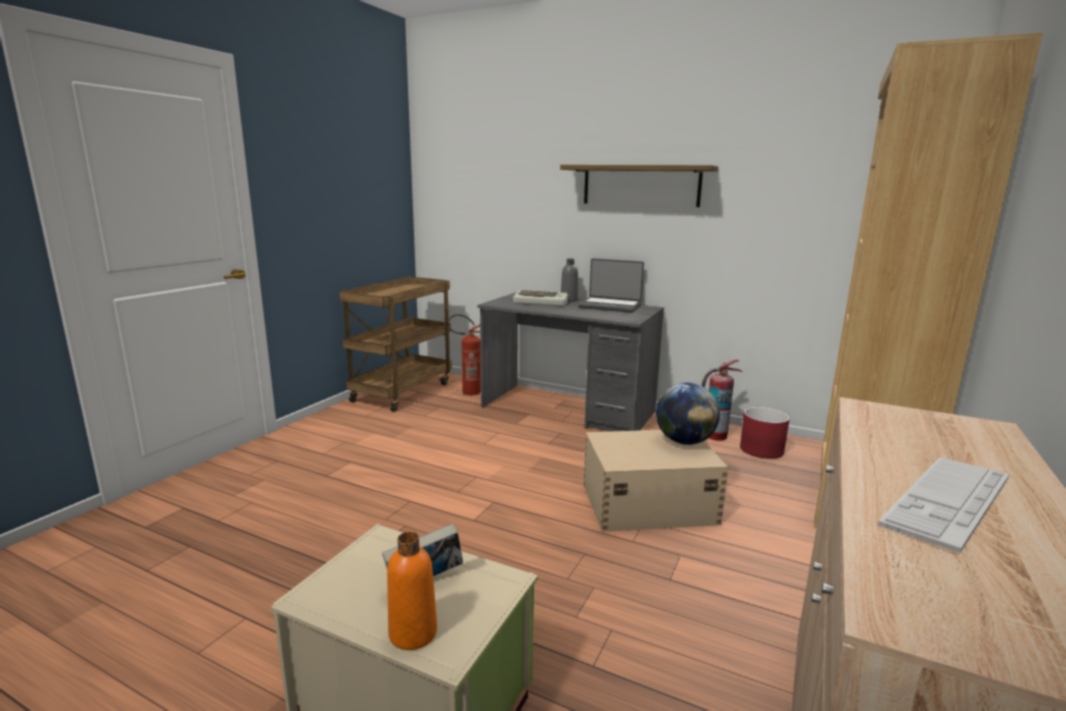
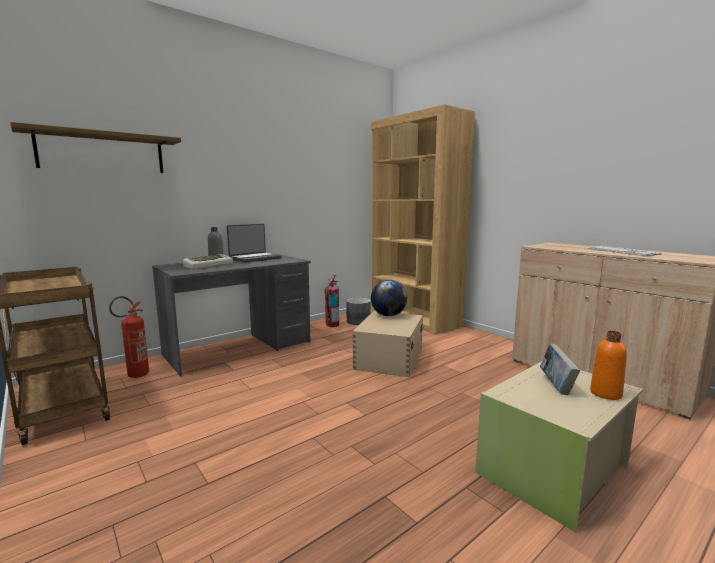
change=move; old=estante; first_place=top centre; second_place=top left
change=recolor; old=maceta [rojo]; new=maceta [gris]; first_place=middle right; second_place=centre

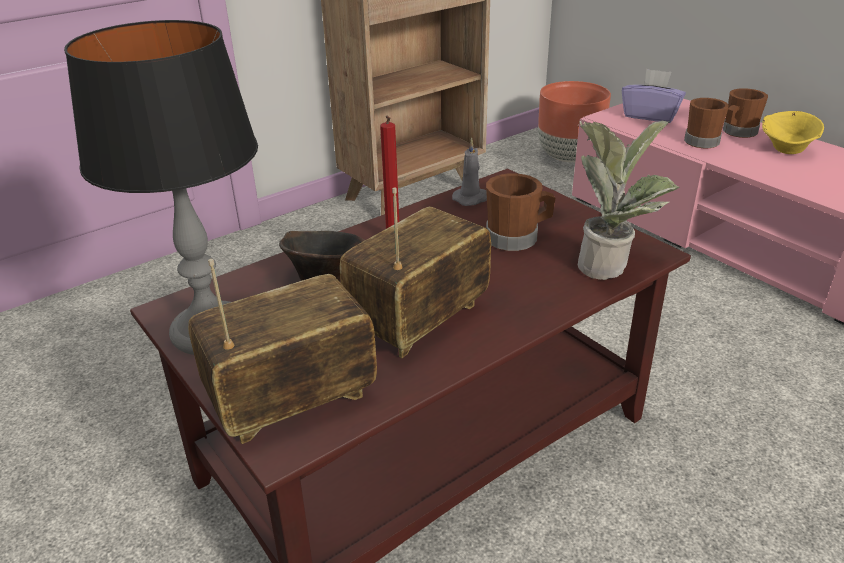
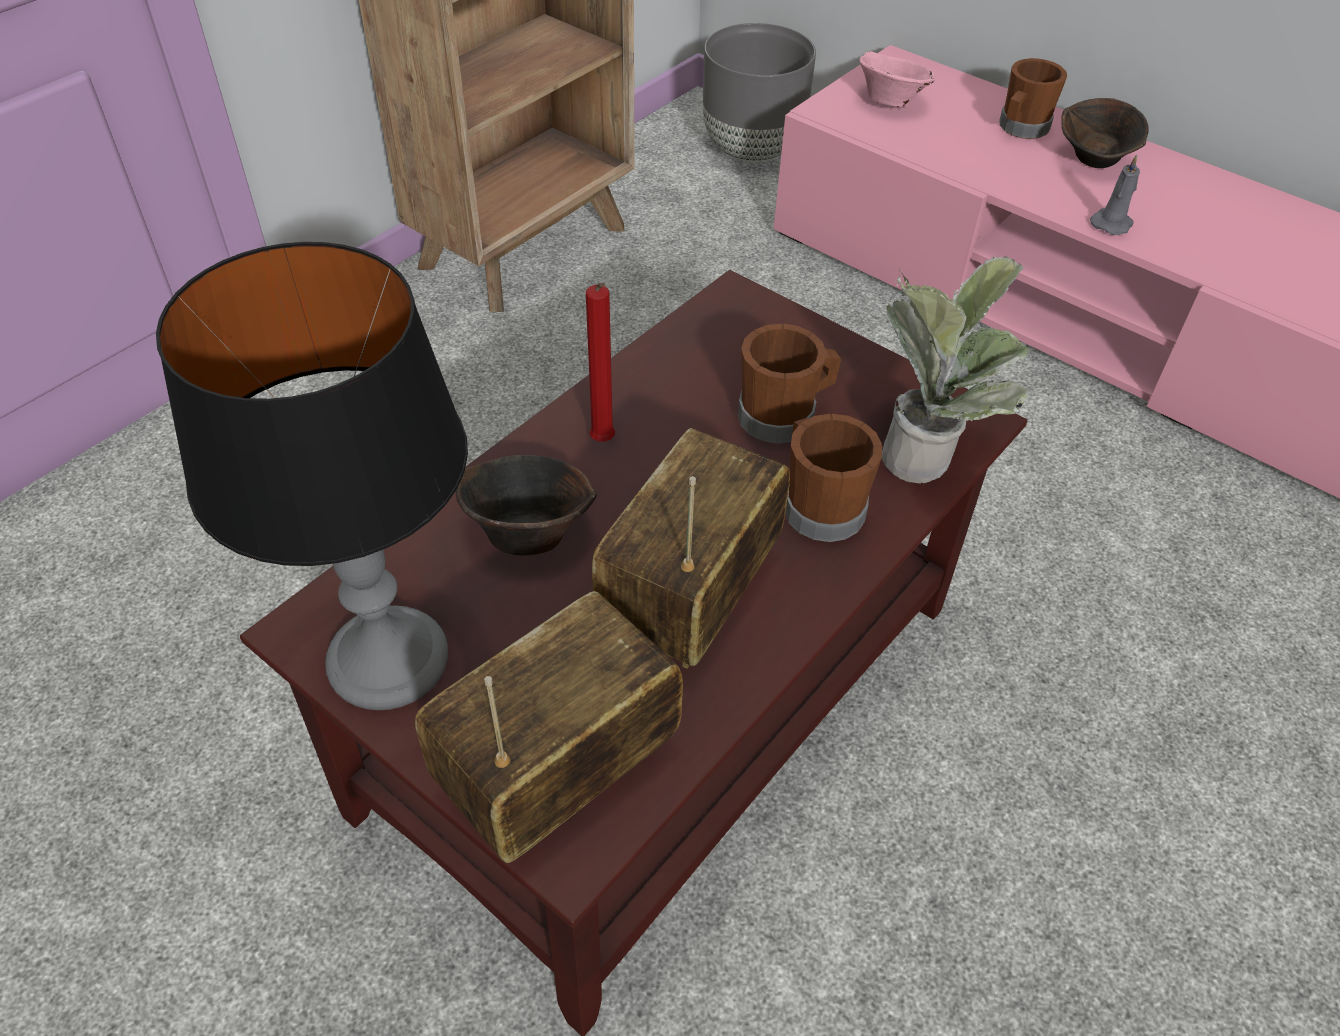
change=recolor; old=maceta [marrón]; new=maceta [gris]; first_place=top right; second_place=top centre
change=move; old=taza grande [marrón] (2nd from left); first_place=top right; second_place=centre
change=replace; old=caja de pañuelos [morado]; new=cuenco [rosa]; first_place=top right; second_place=top right
change=recolor; old=cuenco [amarillo]; new=cuenco [marrón] (2nd from left); first_place=top right; second_place=top right
change=move; old=vela [gris]; first_place=top centre; second_place=top right

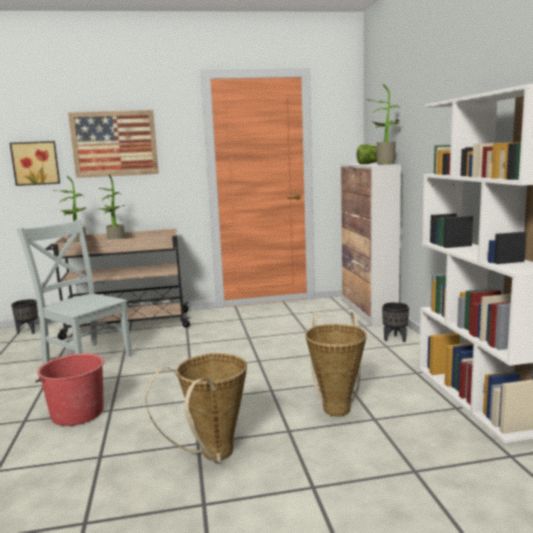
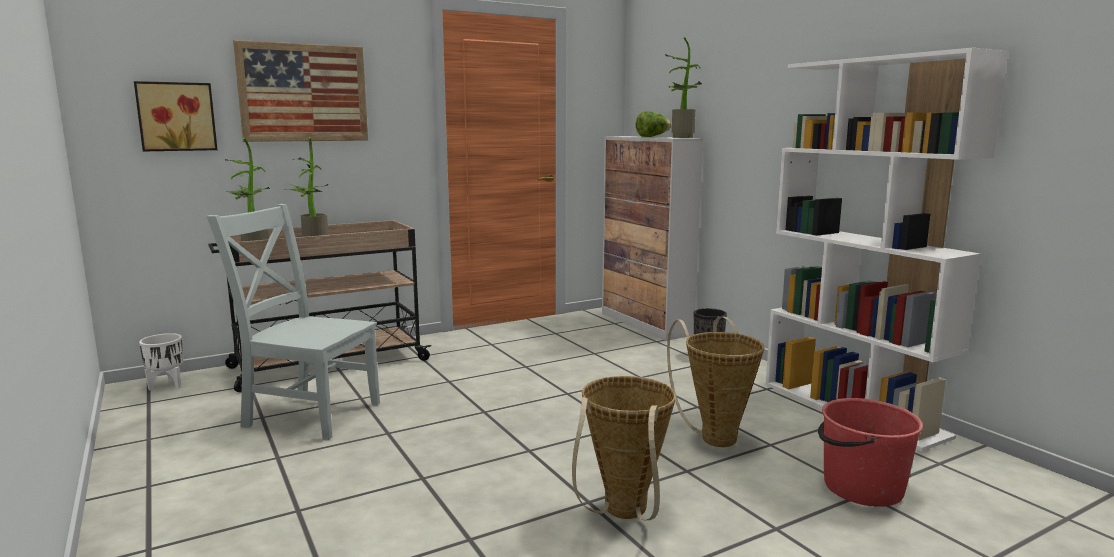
change=recolor; old=maceta [negro] (1st from left); new=maceta [blanco]; first_place=middle left; second_place=middle left
change=move; old=cubo [rojo]; first_place=bottom left; second_place=bottom right

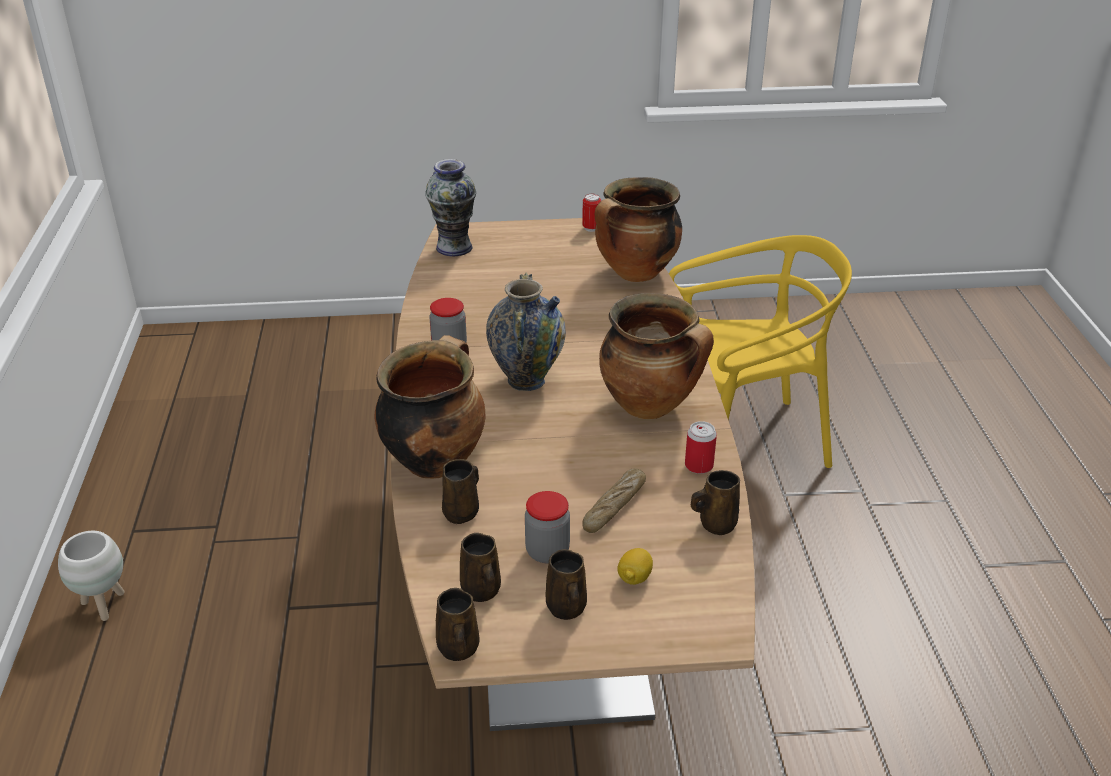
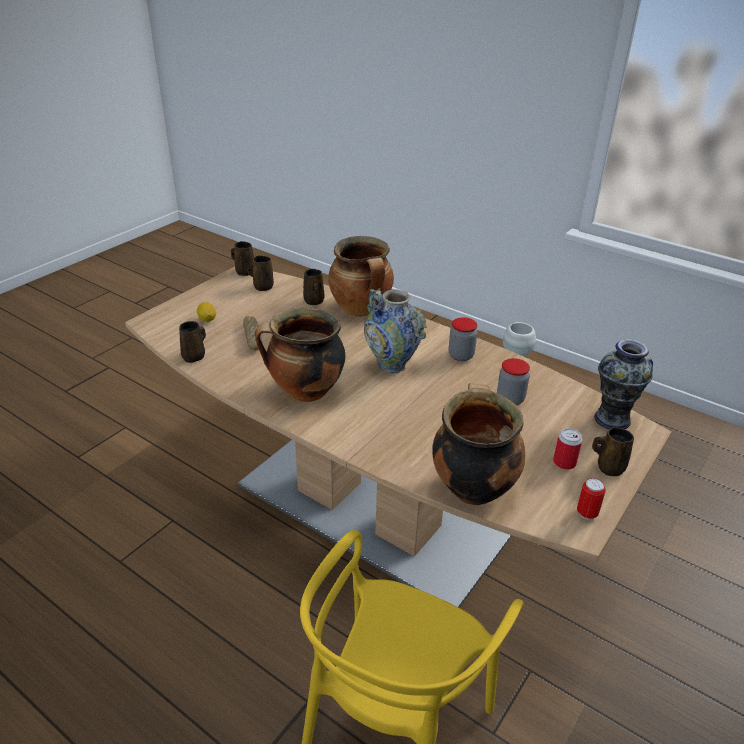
change=move; old=tarro (2nd from left); first_place=bottom centre; second_place=middle right
change=move; old=lata (2nd from left in the first image); new=lata (1st from left); first_place=centre; second_place=middle right
change=move; old=taza grande [marrón] (4th from left in the first image); new=taza grande [marrón] (5th from left); first_place=bottom centre; second_place=middle right

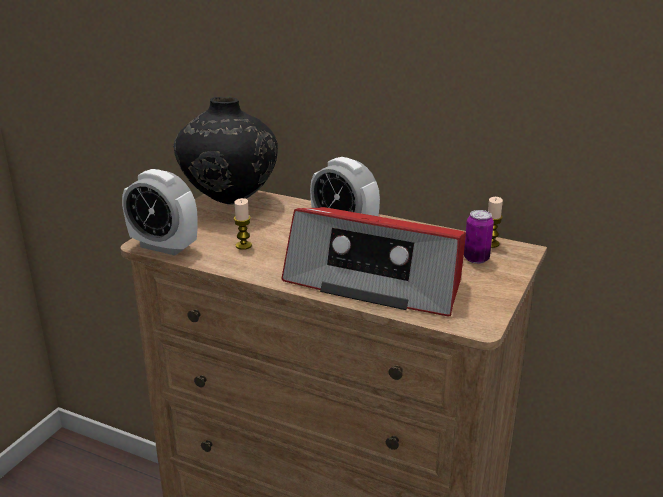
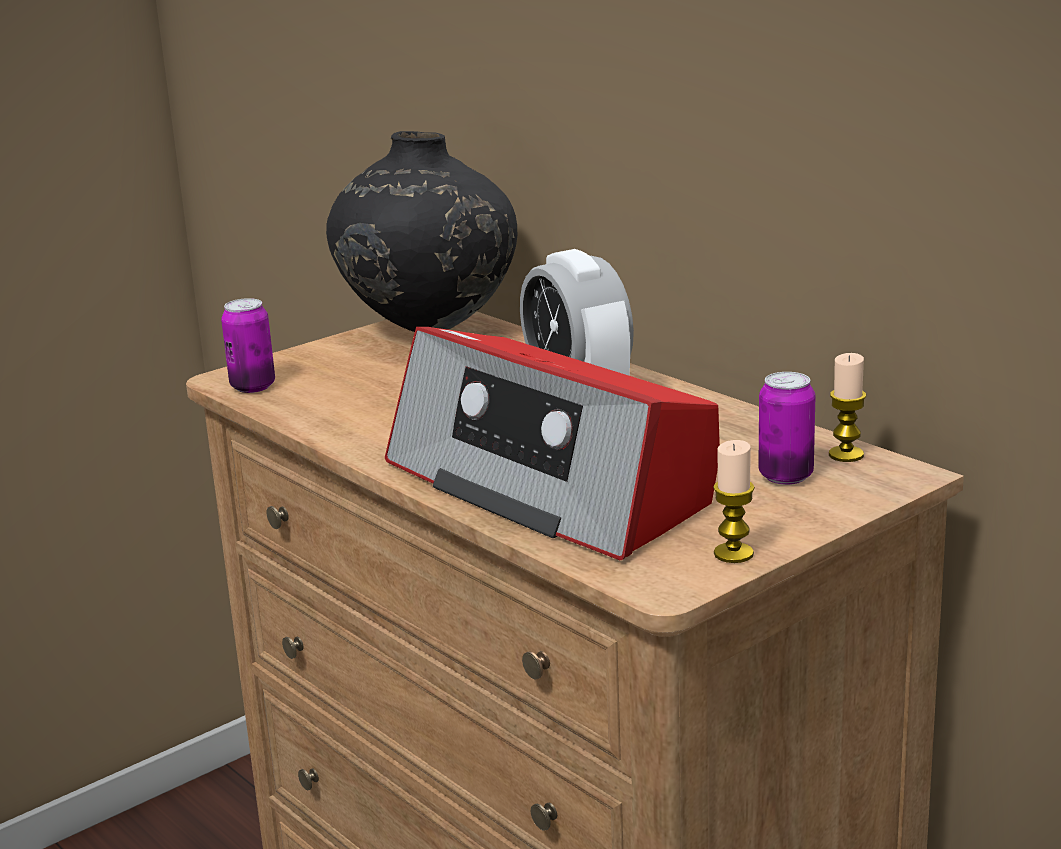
change=replace; old=despertador (1st from left); new=lata (1st from left); first_place=middle left; second_place=middle left
change=move; old=vela (1st from left); first_place=centre; second_place=middle right

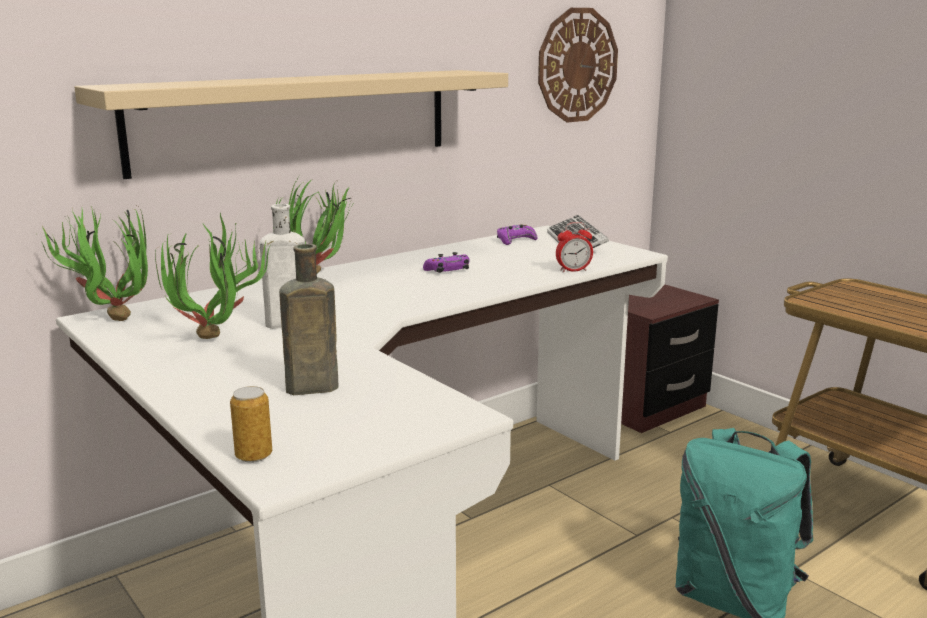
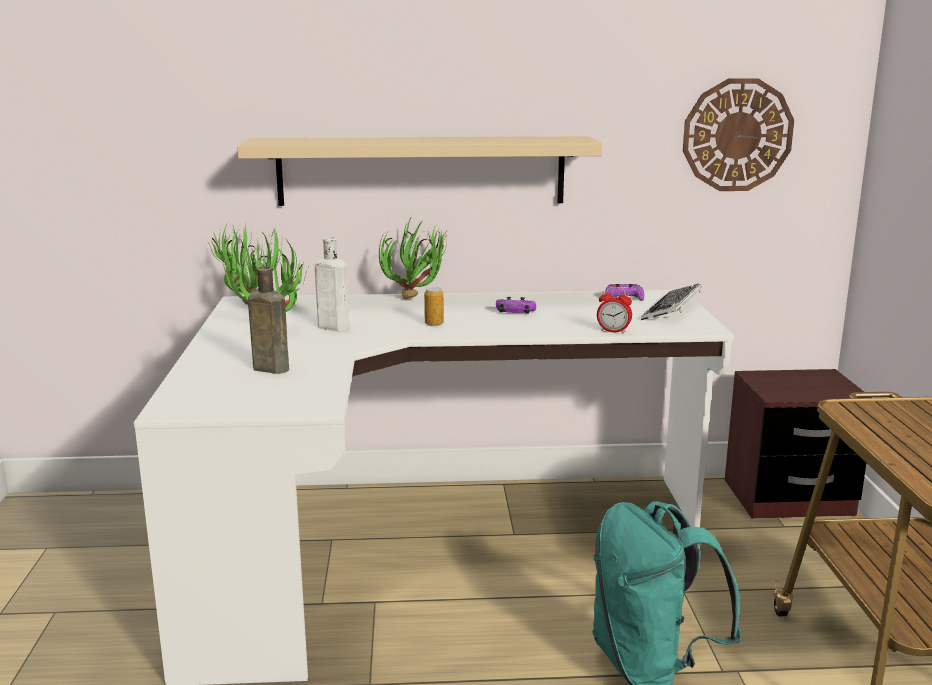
change=move; old=lata; first_place=bottom left; second_place=centre

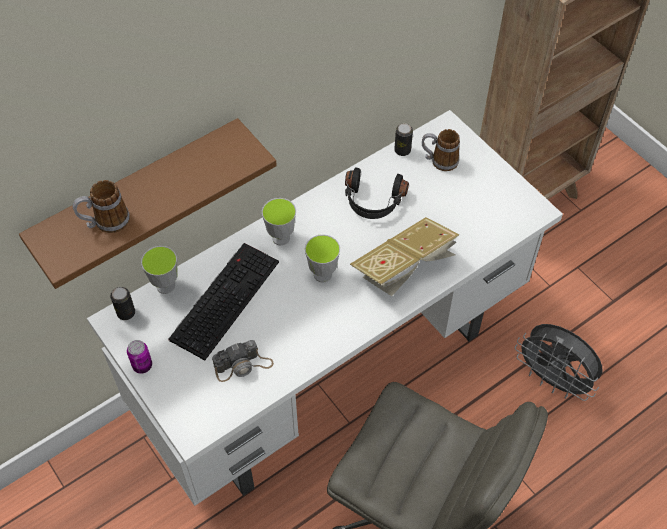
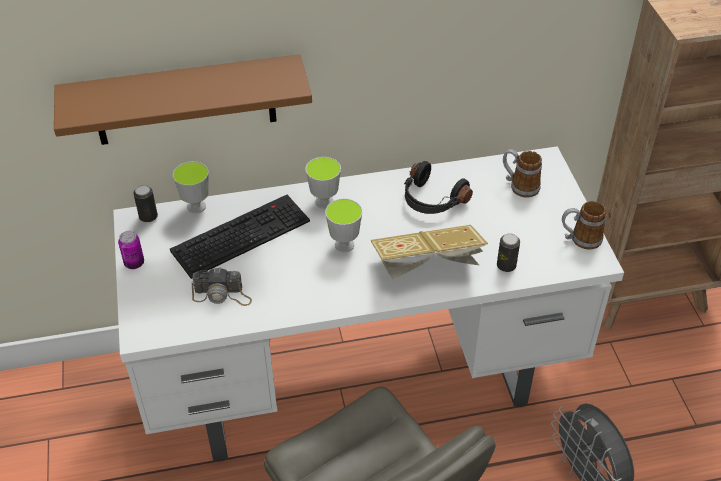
change=move; old=lata (3rd from left); first_place=top centre; second_place=middle right
change=move; old=taza grande (1st from left in the first image); new=taza grande (2nd from left); first_place=middle left; second_place=middle right

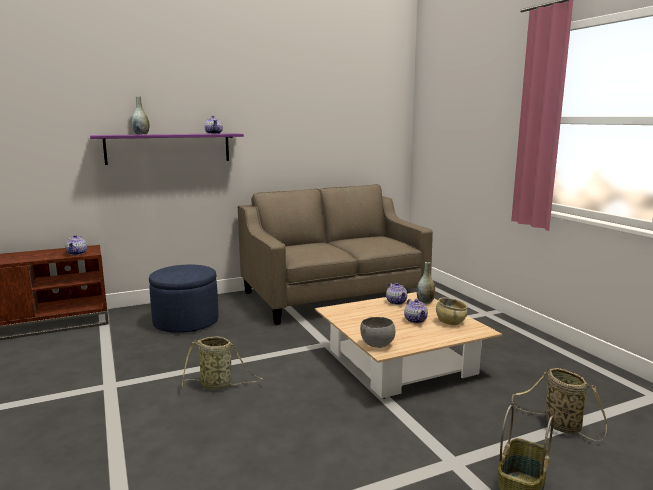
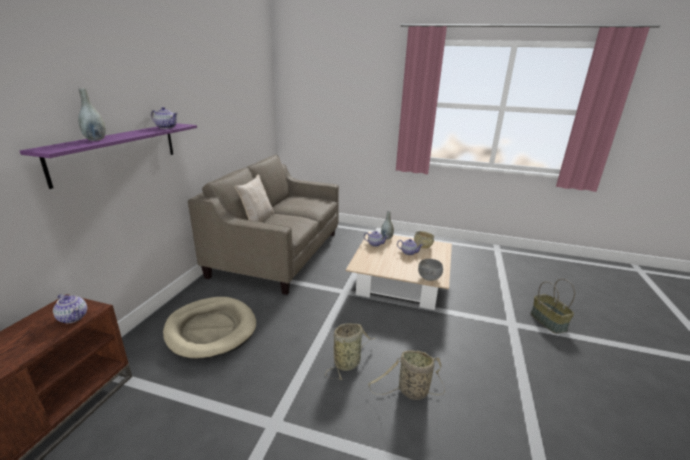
change=replace; old=puf [azul]; new=cama para perro [beis]; first_place=middle left; second_place=bottom left
change=insert; new=cojín [beis]; second_place=centre
change=move; old=cesta (3rd from left in the first image); new=cesta (2nd from left); first_place=bottom right; second_place=bottom centre

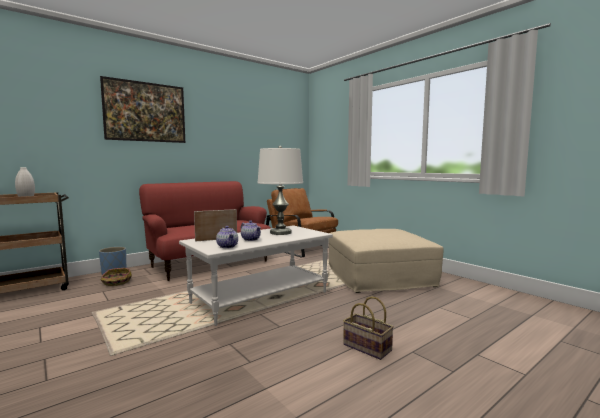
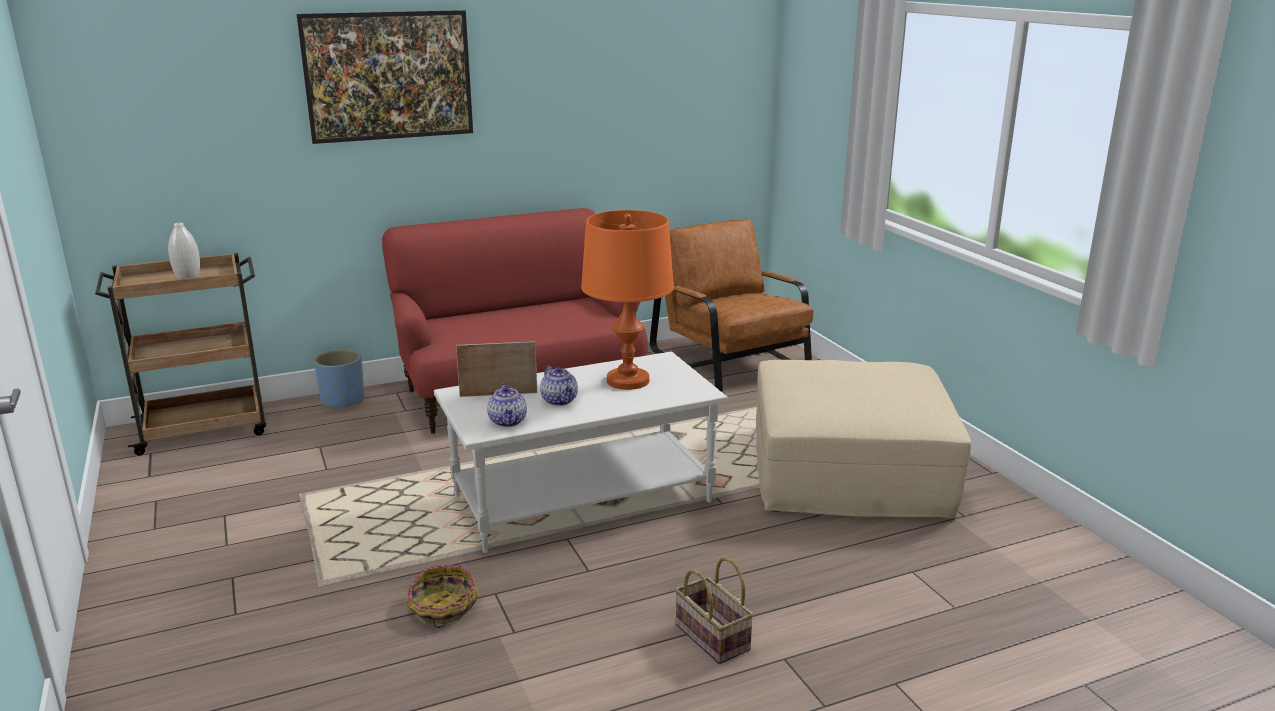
change=move; old=cesta (1st from left); first_place=middle left; second_place=bottom centre
change=recolor; old=lámpara de mesa [blanco]; new=lámpara de mesa [naranja]; first_place=centre; second_place=centre

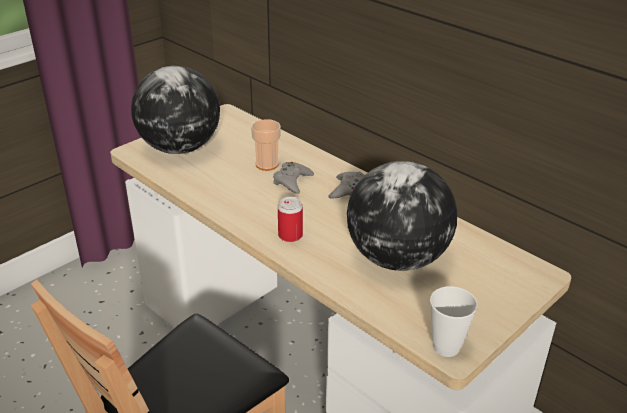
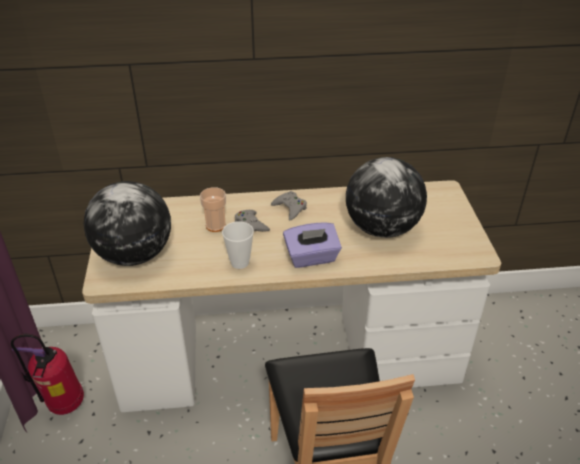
change=insert; new=extintor; second_place=bottom left
change=move; old=taza (2nd from left); first_place=bottom right; second_place=centre
change=replace; old=lata; new=caja de pañuelos [morado]; first_place=centre; second_place=centre

